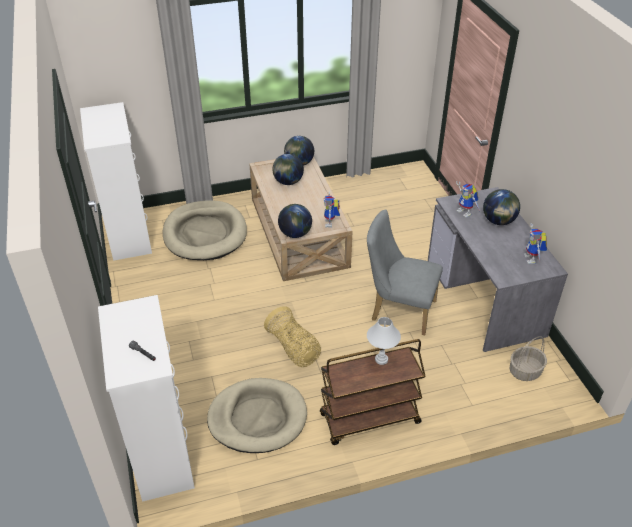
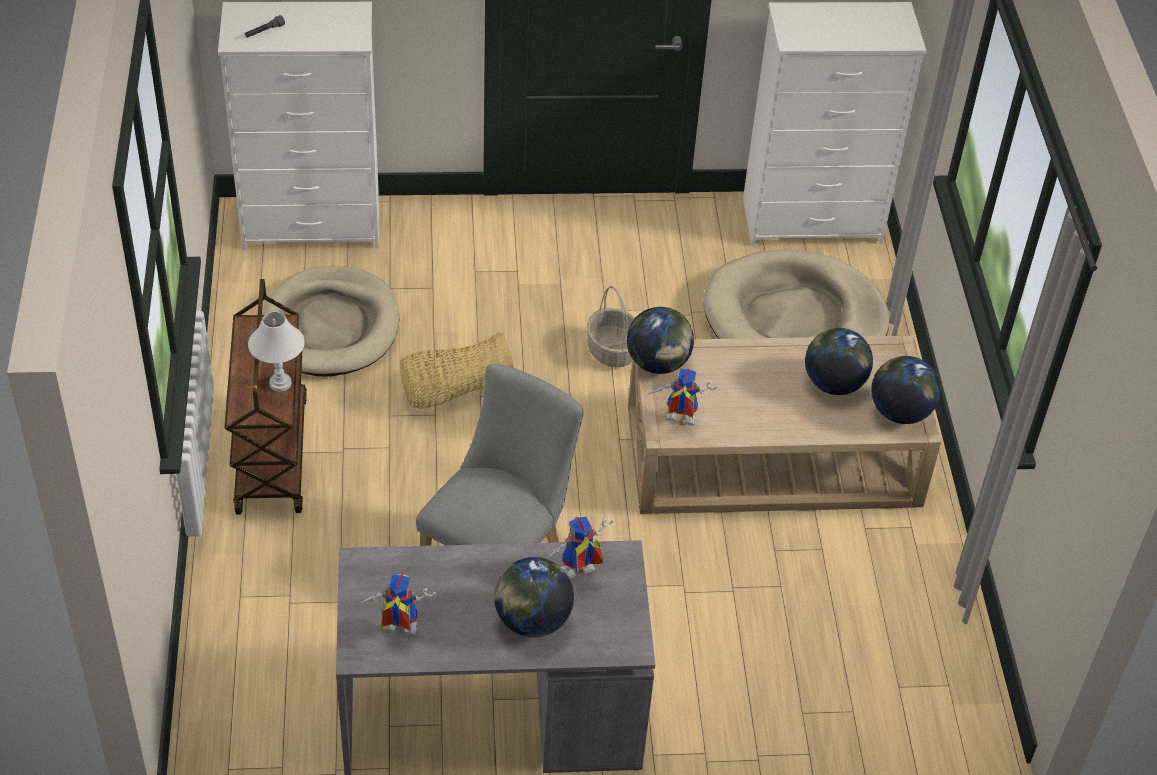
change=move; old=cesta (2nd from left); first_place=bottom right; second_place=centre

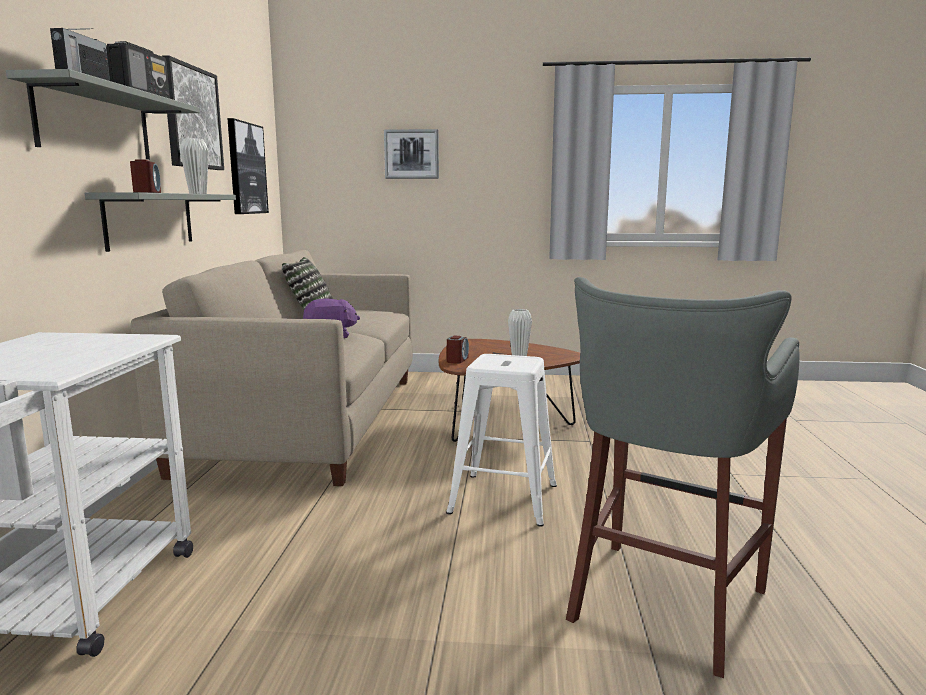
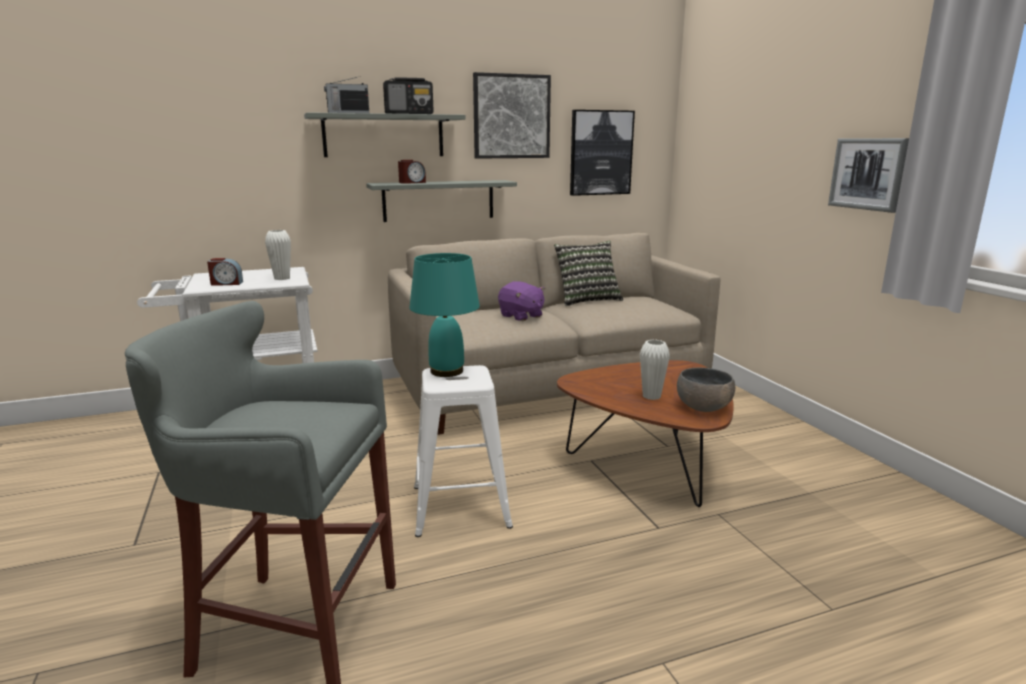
change=move; old=despertador (2nd from left in the first image); new=despertador (1st from left); first_place=centre; second_place=middle left
change=move; old=florero [blanco] (1st from left); first_place=top left; second_place=middle left
change=insert; new=lámpara de mesa [turquesa]; second_place=centre
change=insert; new=cuenco [gris]; second_place=middle right
change=move; old=cuadro (3rd from left); first_place=top centre; second_place=top right

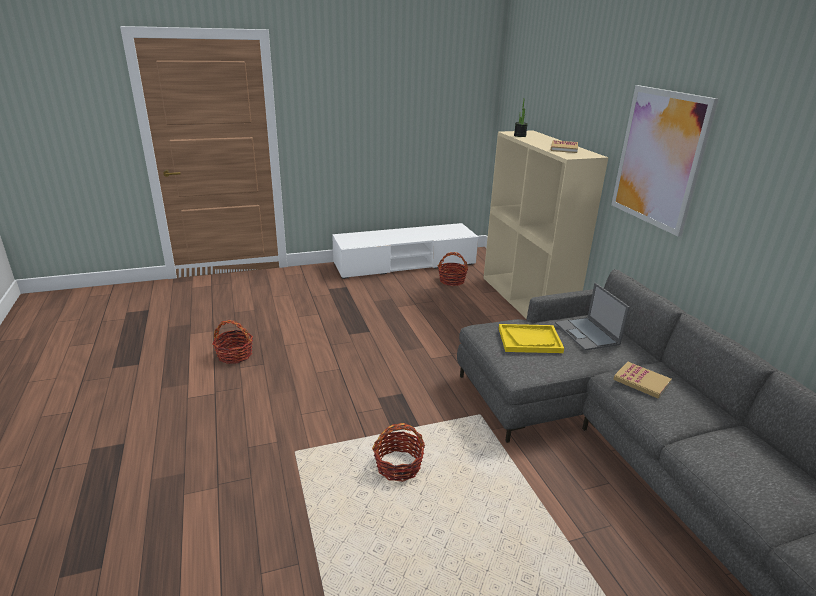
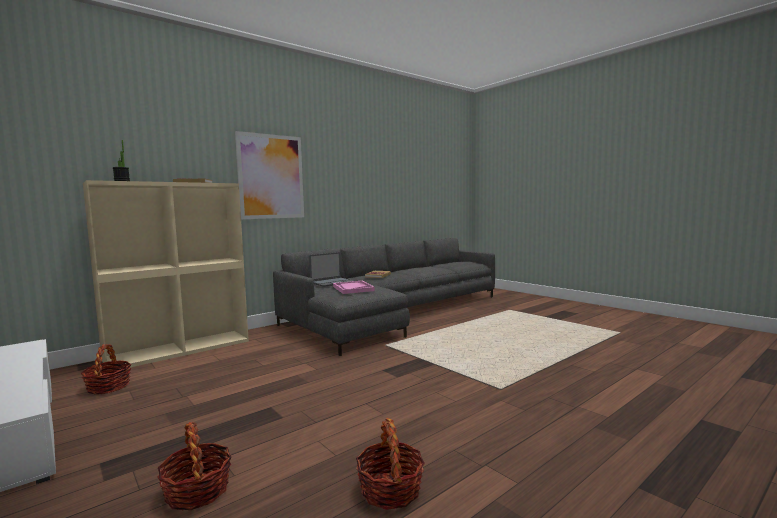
change=move; old=cesta (2nd from left); first_place=bottom centre; second_place=bottom left
change=recolor; old=bandeja [amarillo]; new=bandeja [rosa]; first_place=centre; second_place=centre

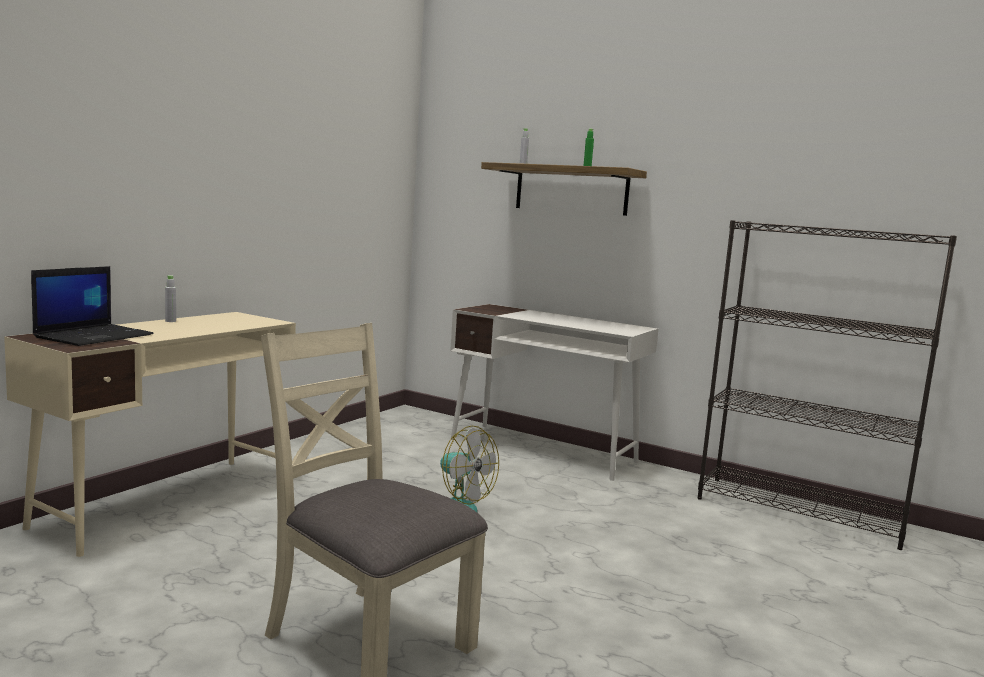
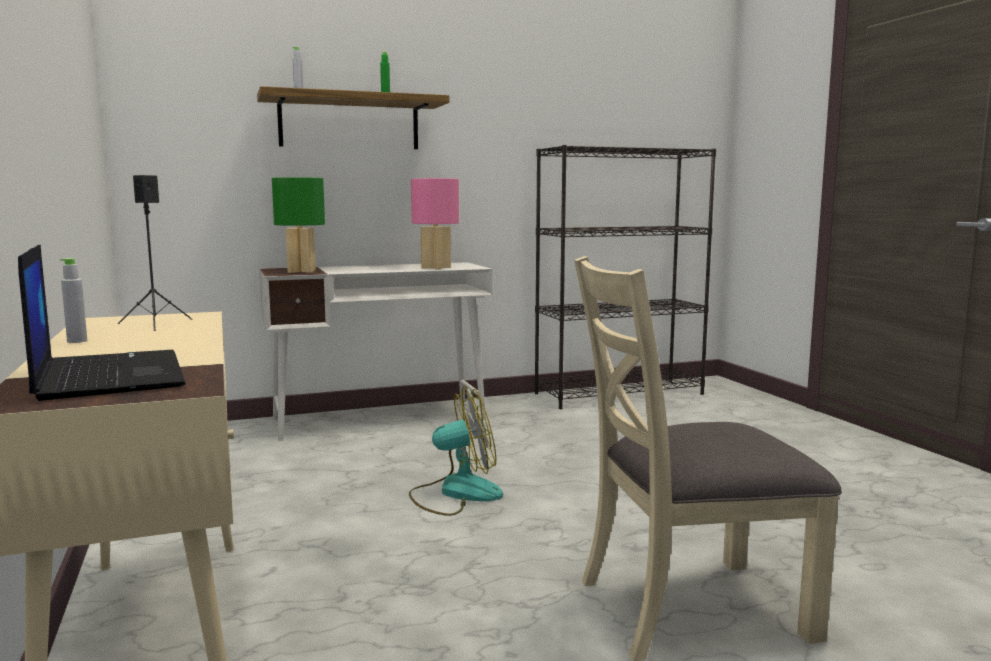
change=insert; new=altavoz [negro]; second_place=middle left
change=insert; new=lámpara de mesa [verde]; second_place=middle left
change=insert; new=lámpara de mesa [rosa]; second_place=centre

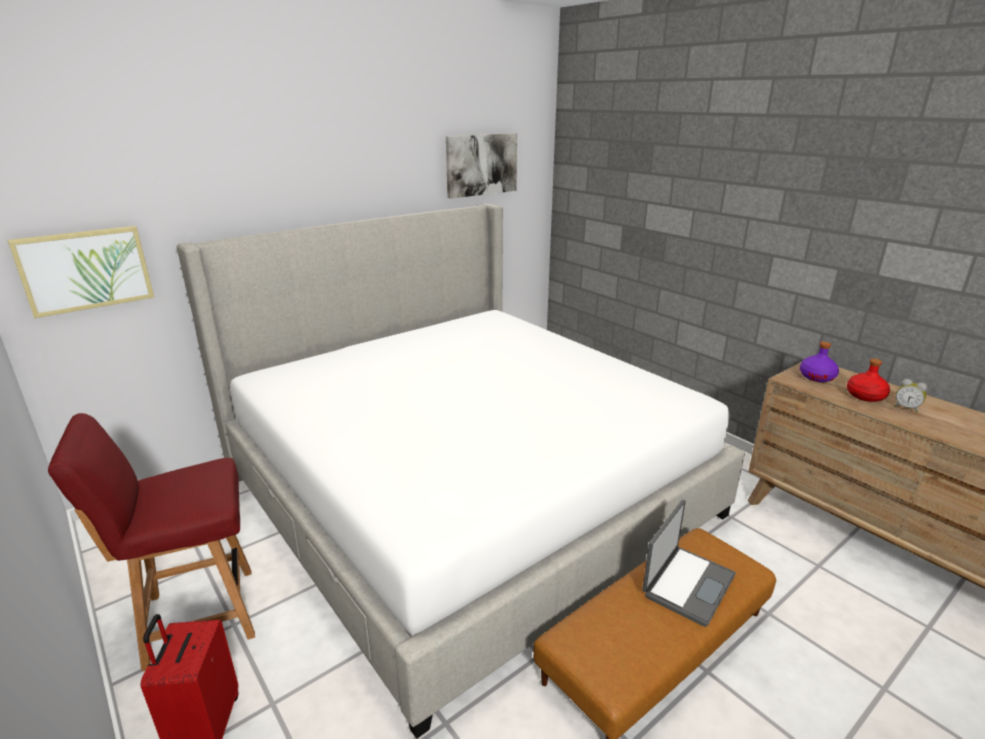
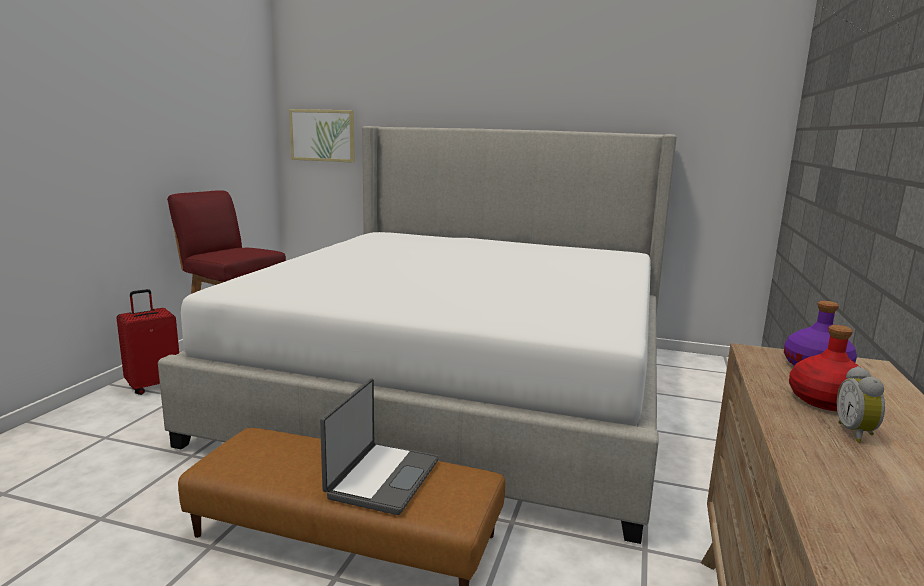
change=rotate; old=portátil; first_place=bottom right; second_place=bottom centre; degrees=-75
change=delete; old=cuadro (2nd from left); first_place=top centre

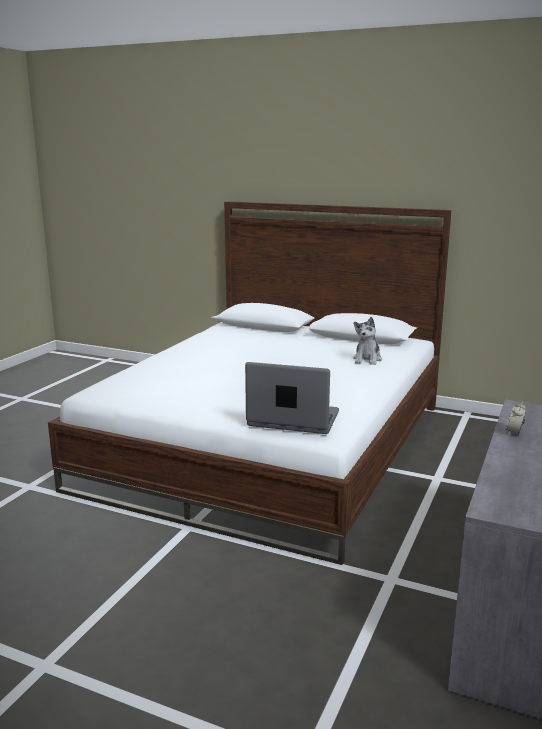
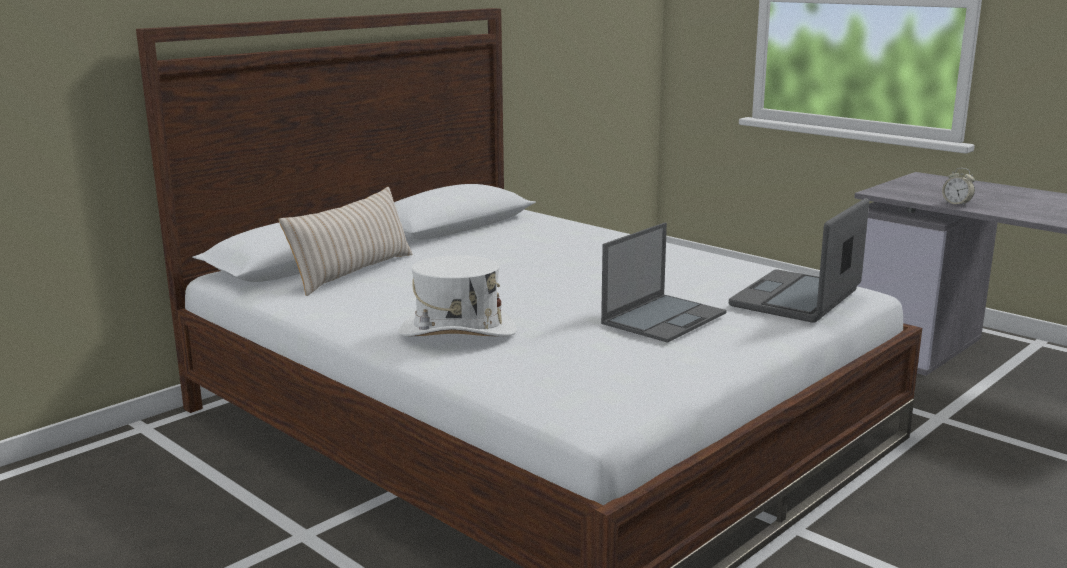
change=insert; new=cojín [beis]; second_place=middle left
change=insert; new=sombrero [blanco]; second_place=centre
change=insert; new=portátil (1st from left); second_place=centre
change=delete; old=peluche; first_place=middle right

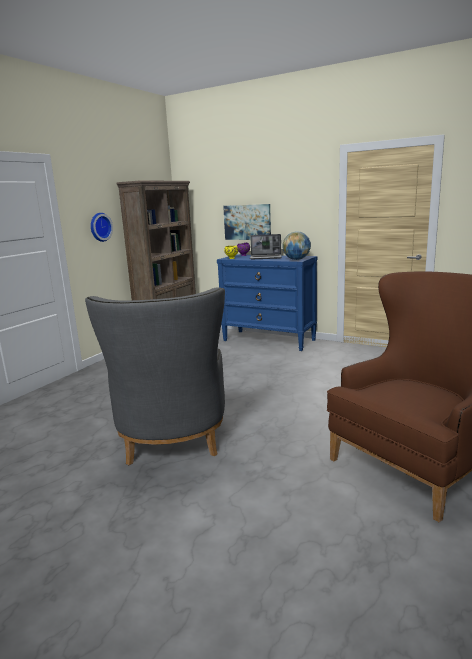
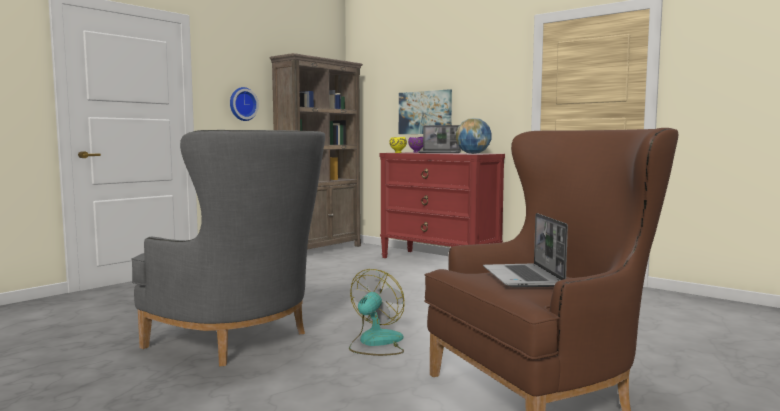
change=rotate; old=sillón [gris]; first_place=middle left; second_place=middle left; degrees=-60
change=insert; new=ventilador; second_place=bottom centre
change=recolor; old=cómoda [azul]; new=cómoda [rojo]; first_place=centre; second_place=centre
change=insert; new=portátil (2nd from left); second_place=middle right

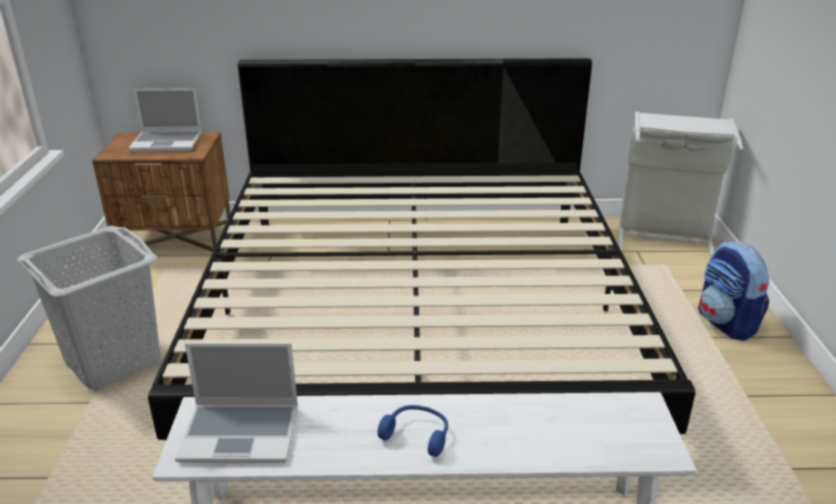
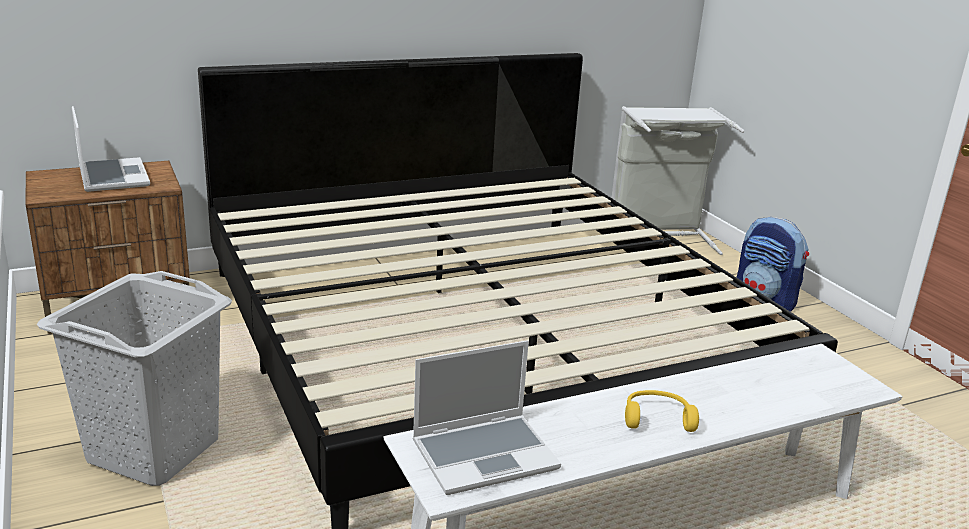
change=rotate; old=portátil (1st from left); first_place=top left; second_place=top left; degrees=-90
change=recolor; old=auriculares [azul]; new=auriculares [amarillo]; first_place=bottom centre; second_place=bottom right

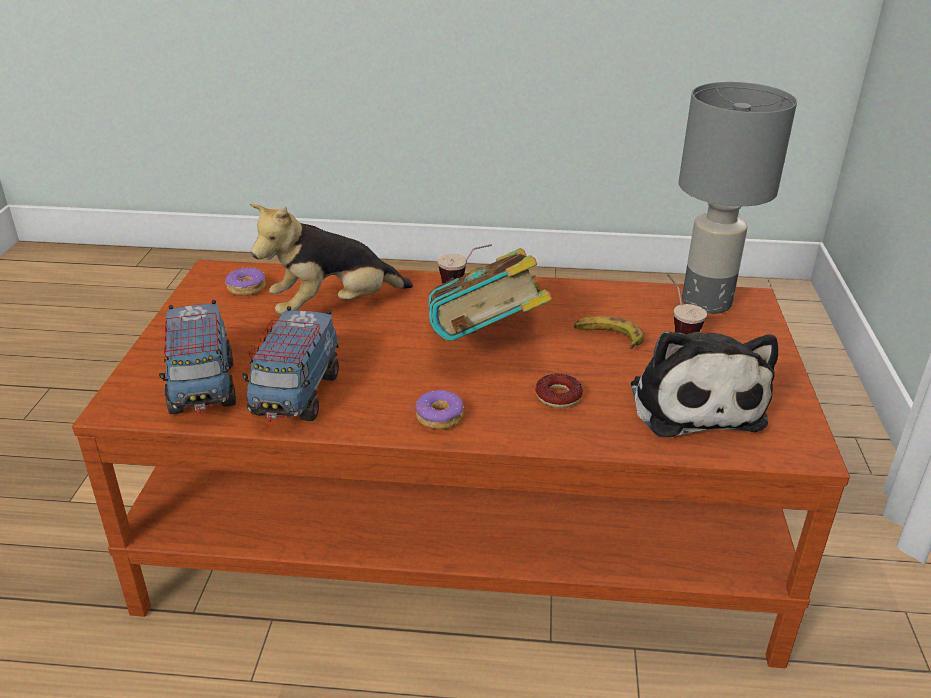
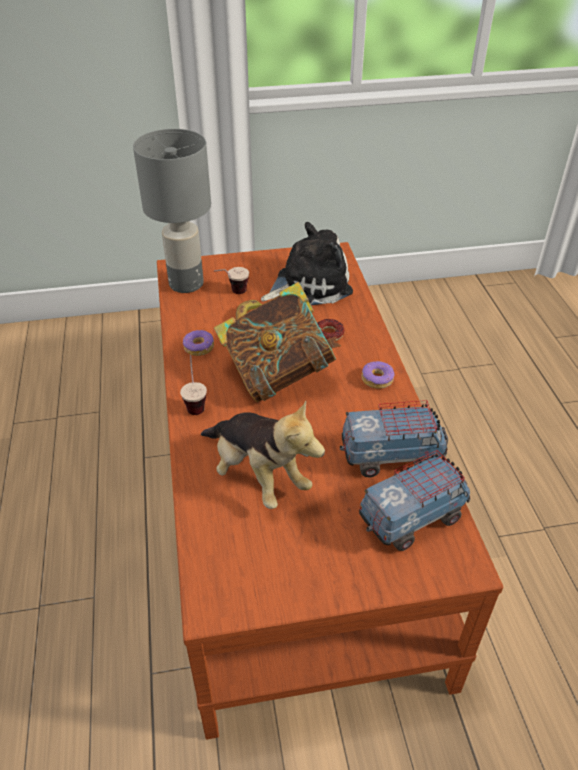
change=move; old=rosquilla (1st from left); first_place=middle left; second_place=centre

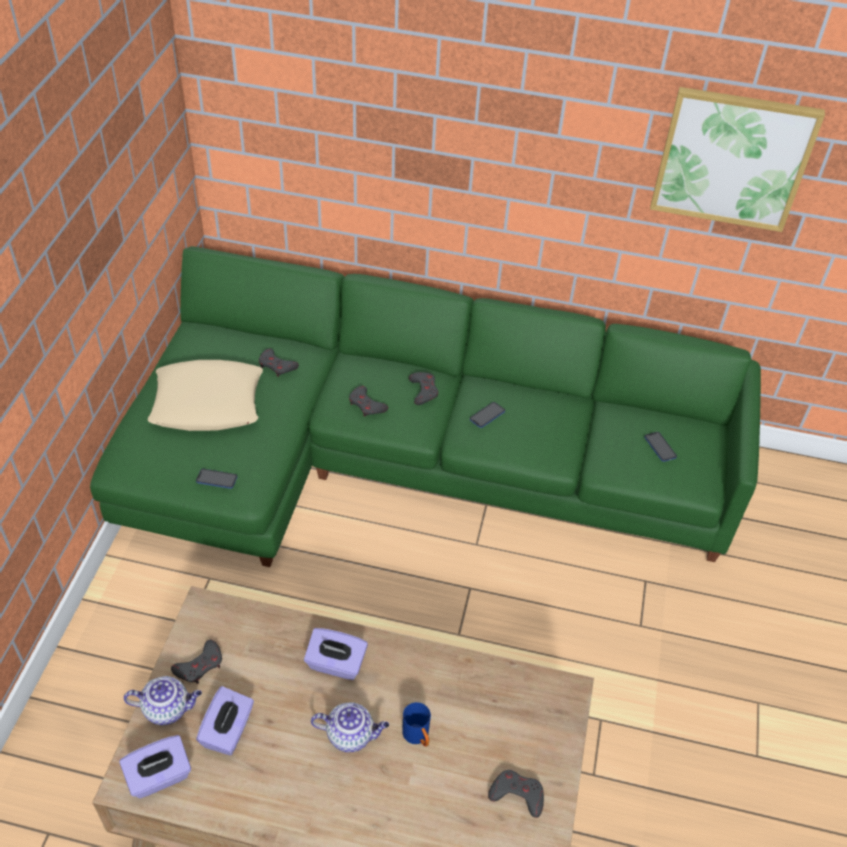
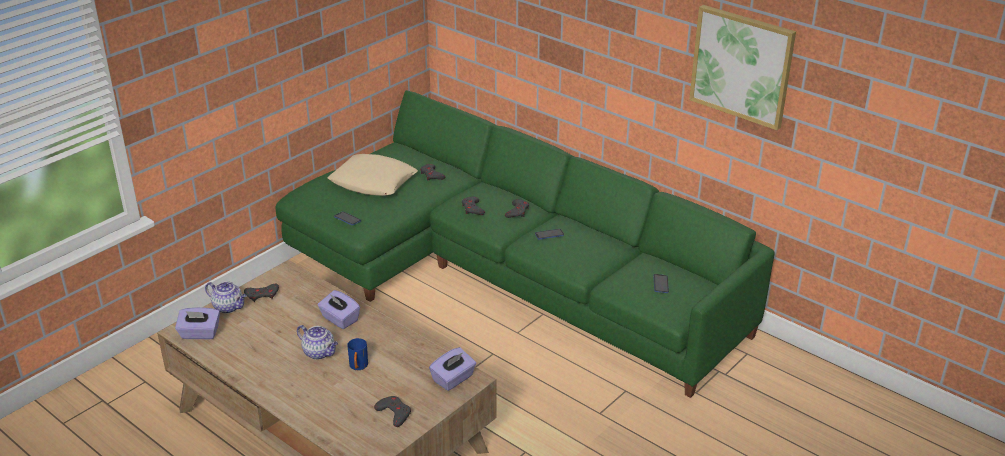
change=move; old=caja de pañuelos [morado] (2nd from left in the first image); new=caja de pañuelos [morado] (3rd from left); first_place=bottom left; second_place=bottom centre

